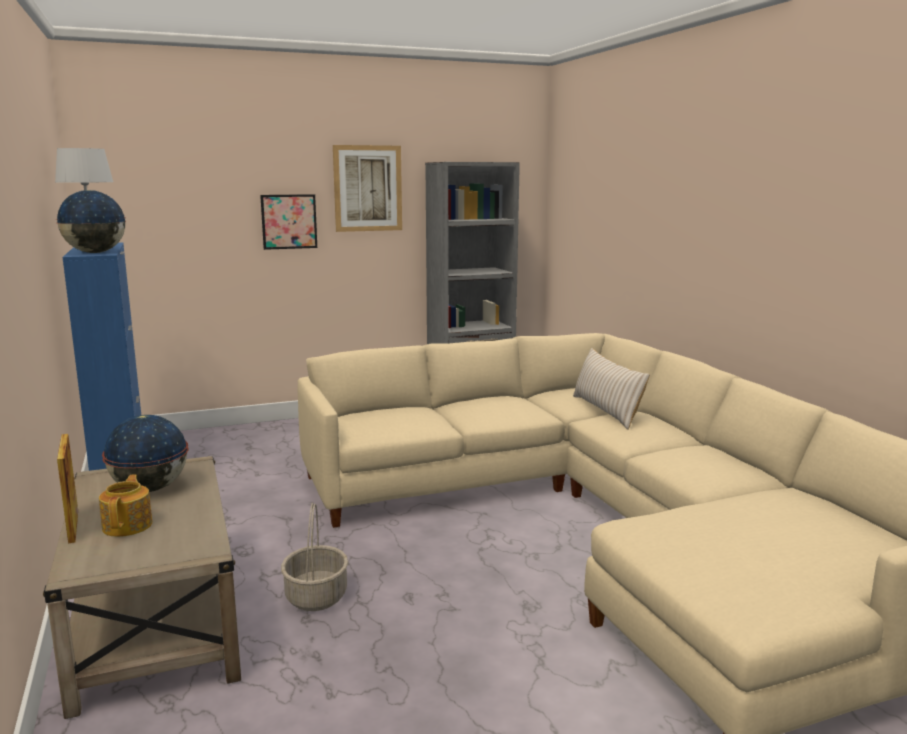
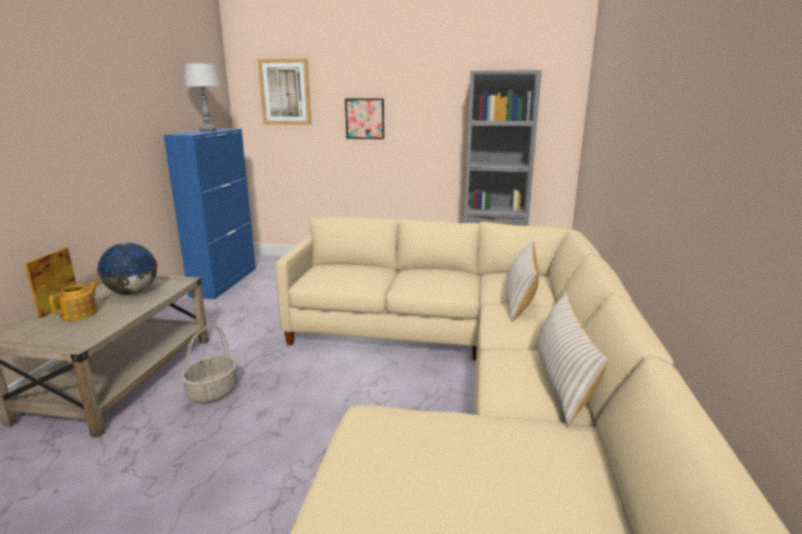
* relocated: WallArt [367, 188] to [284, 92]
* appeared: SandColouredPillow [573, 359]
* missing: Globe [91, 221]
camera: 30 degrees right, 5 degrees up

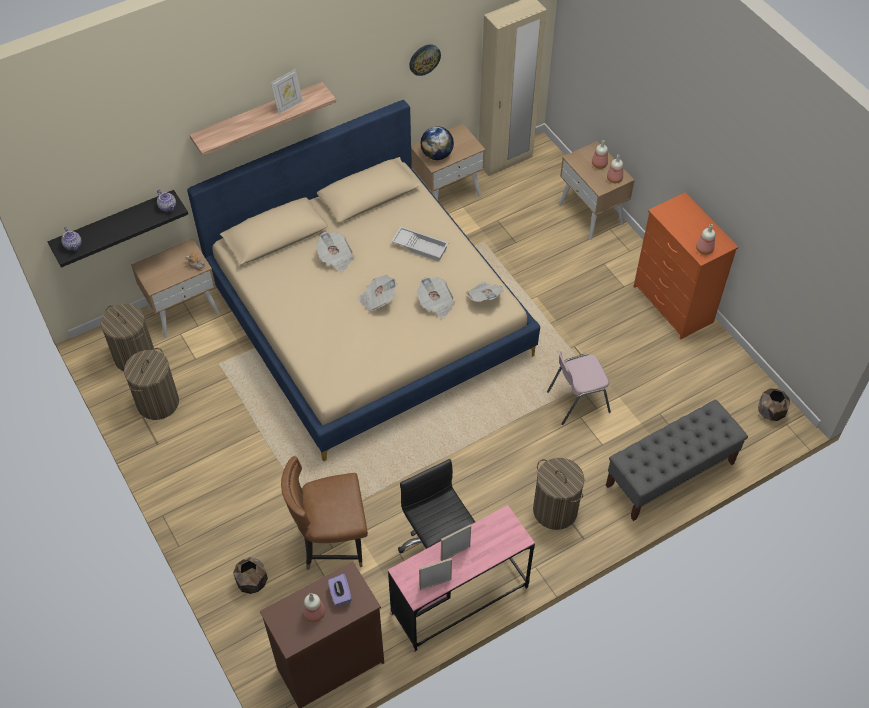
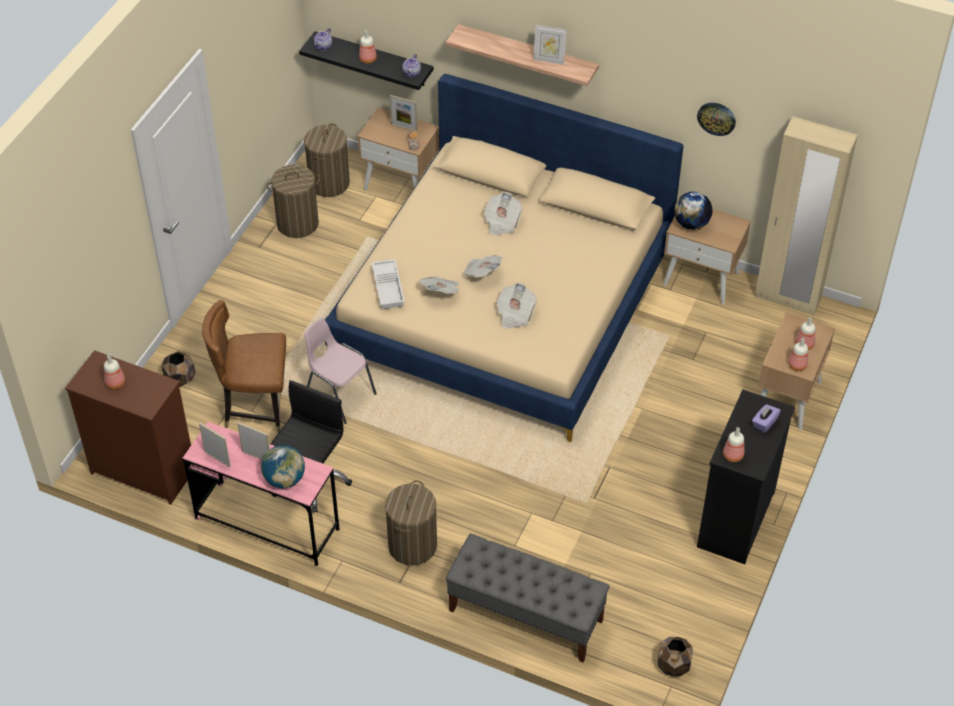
* spun: BrownishUprightChair [324, 513] = [244, 366] 45 degrees counterclockwise
* appeared: Globe [283, 466]
* relocated: PinkColouredUprightChair [579, 388] to [340, 370]
* appeared: BeverageBottle [368, 47]
* relocated: WhitishServingTray [420, 243] to [388, 284]
* appeared: PictureFrame [403, 113]
* relocated: DailyPaper [485, 292] to [440, 285]
* colour: OrangeyDrawerChest [685, 266] to BlackDrawerChest [746, 476]
* relocated: PurplishTissueHolder [340, 590] to [766, 418]
camera: 55 degrees right, 5 degrees down

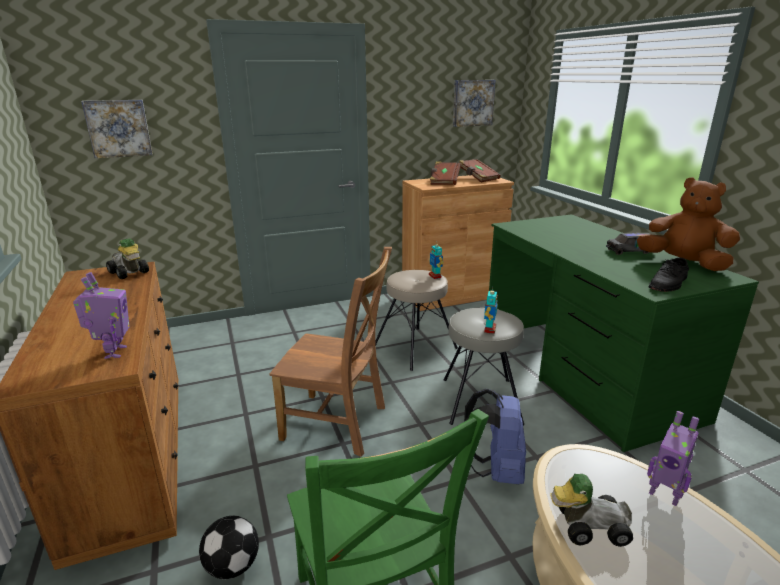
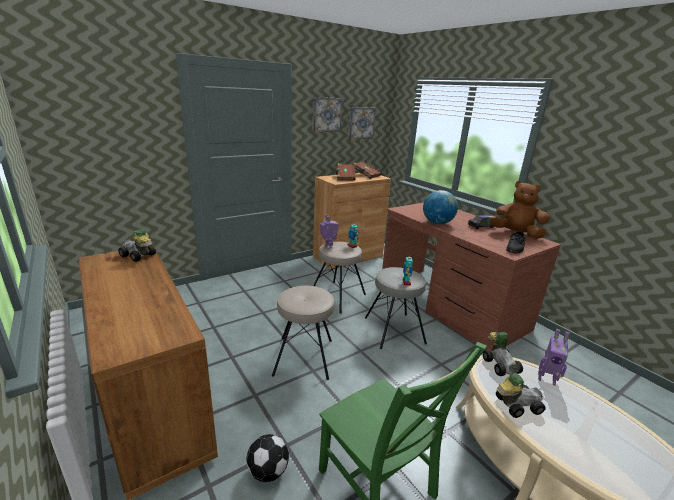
* exchanged: BrownishUprightChair [331, 352] to SandColouredStool [303, 333]
* relocated: WallArt [117, 129] to [327, 114]
* relocated: ModelRobot [101, 315] to [329, 231]
* colour: GreenDeskTable [624, 333] to BrownishDeskTable [471, 277]
* appeared: Globe [440, 207]
* appeared: MiniatureCar [502, 354]
* missing: BluishBackpack [495, 436]
camera: 15 degrees left, 0 degrees up

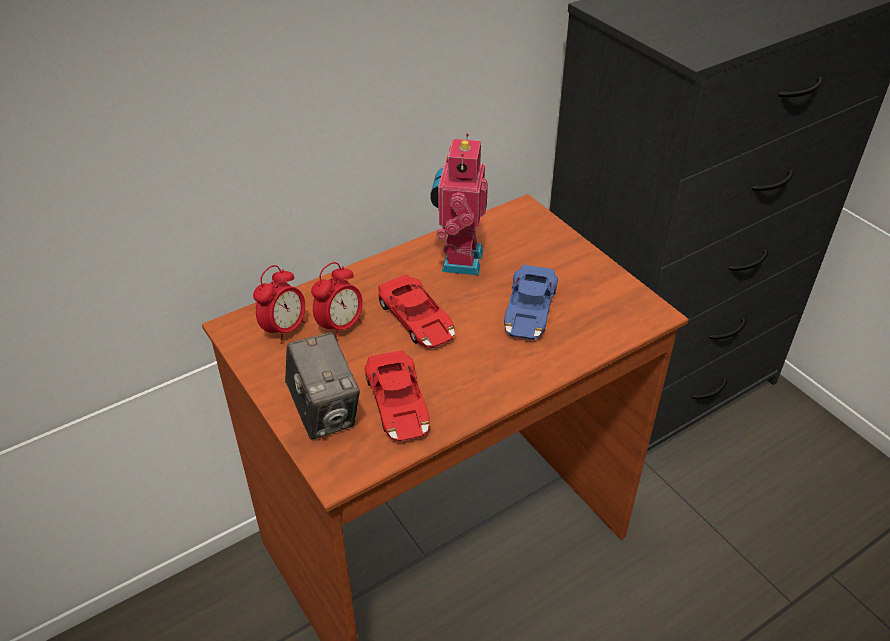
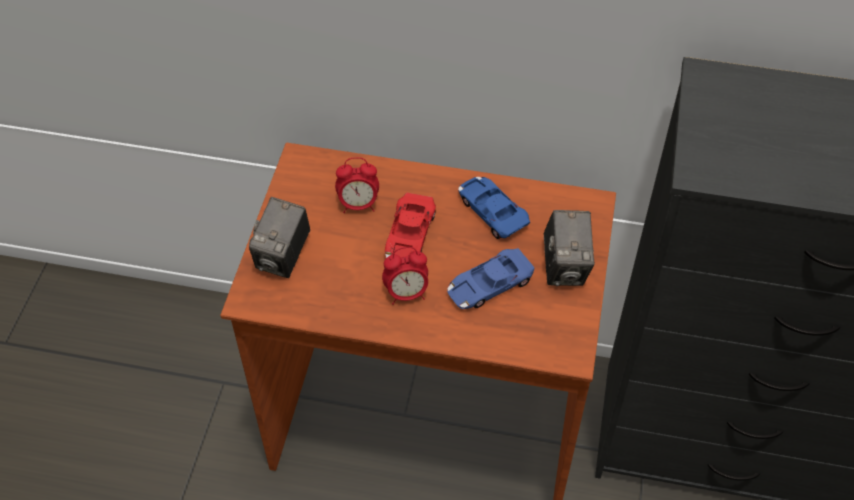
* relocated: TableClock [279, 304] to [405, 276]
* exchanged: ModelRobot [459, 204] to BluishMiniatureCar [494, 208]
* appeared: PhotoCamera [569, 248]
* missing: RedColouredMiniatureCar [397, 396]
camera: 45 degrees right, 10 degrees up

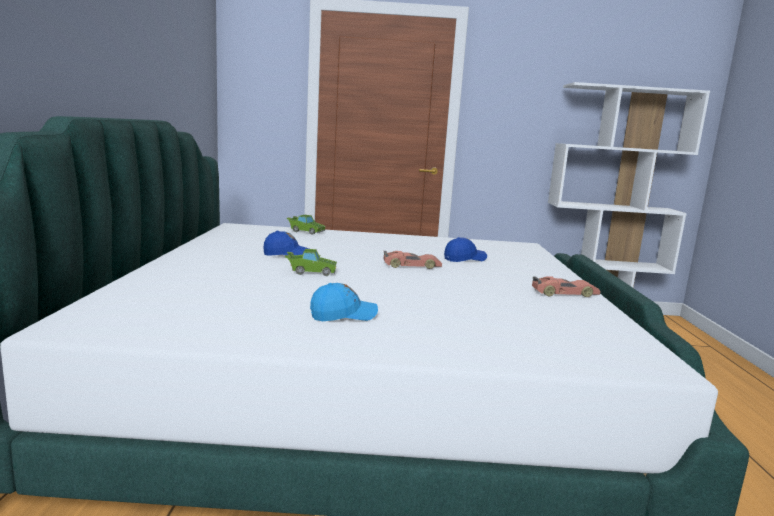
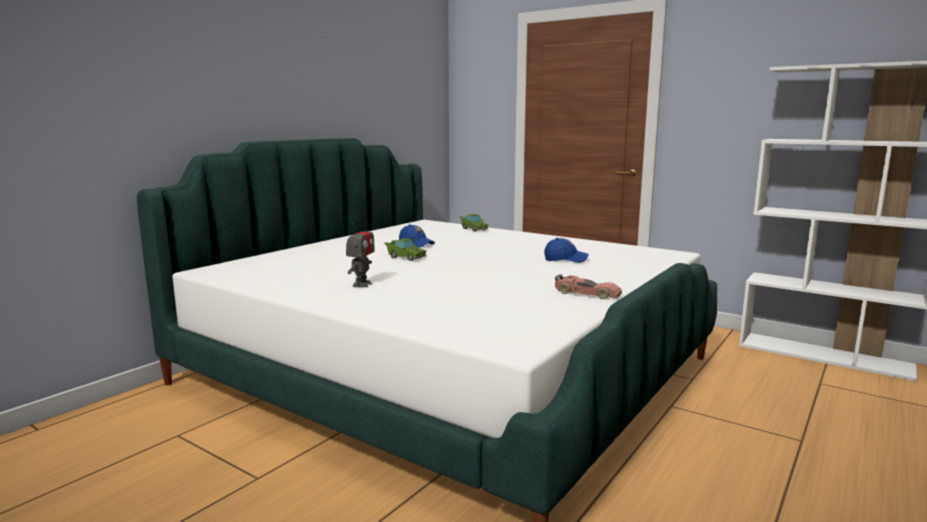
* exchanged: BluishCap [344, 302] to ModelRobot [360, 254]
* missing: MiniatureCar [413, 260]
camera: 35 degrees right, 0 degrees up

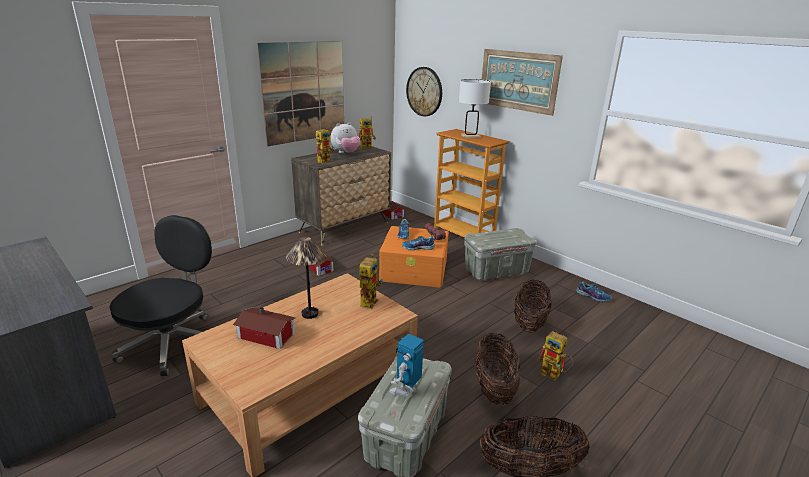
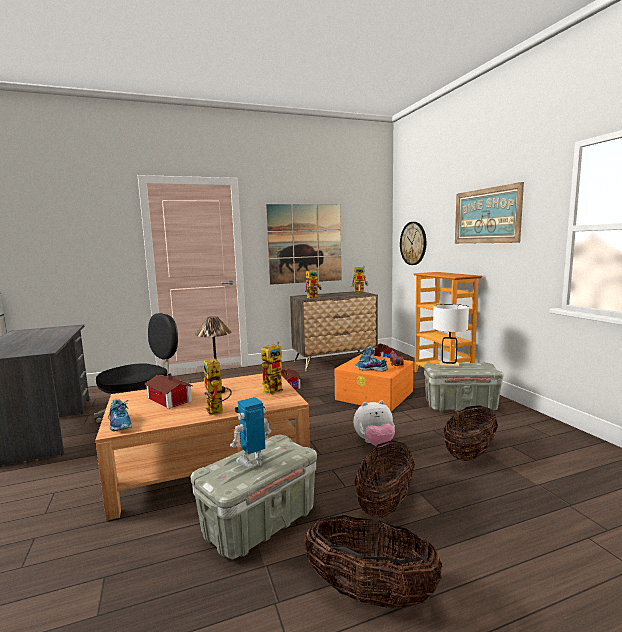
* relocated: LowShoe [594, 292] to [120, 415]
* relocated: ModelRobot [555, 356] to [217, 386]
* relocated: SoftToy [345, 137] to [374, 424]
* relocated: WhitishTabletopLamp [475, 108] to [451, 336]
camera: 25 degrees right, 15 degrees down

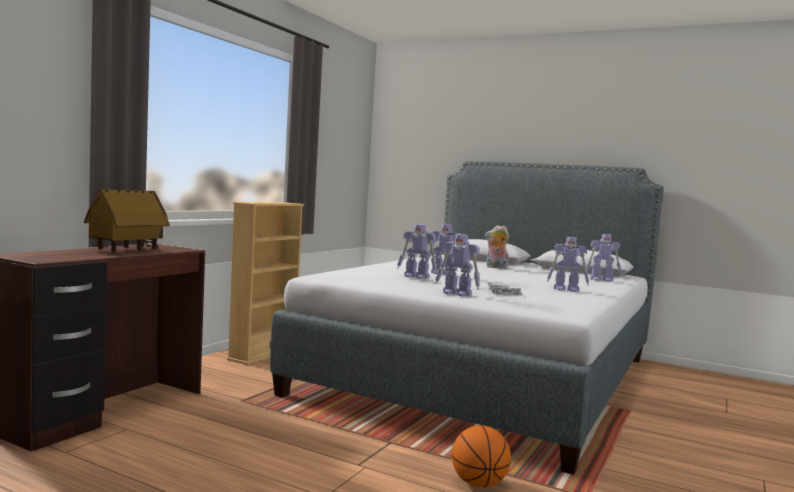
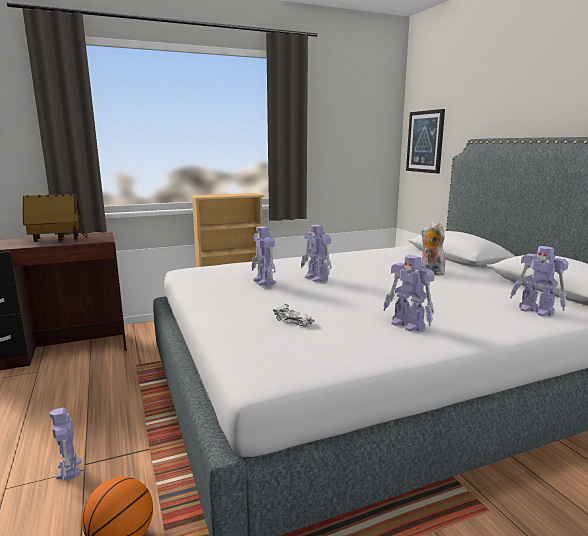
* relocated: ModelRobot [457, 265] to [65, 444]
* appeared: WallArt [425, 141]
camera: 40 degrees right, 10 degrees up

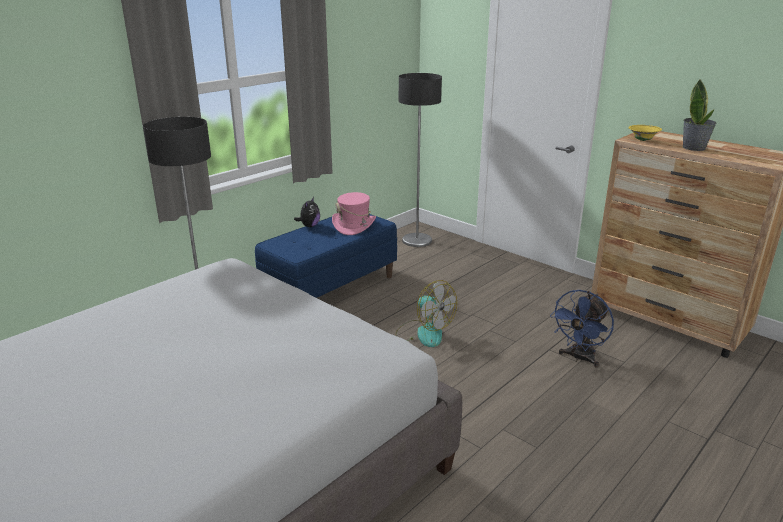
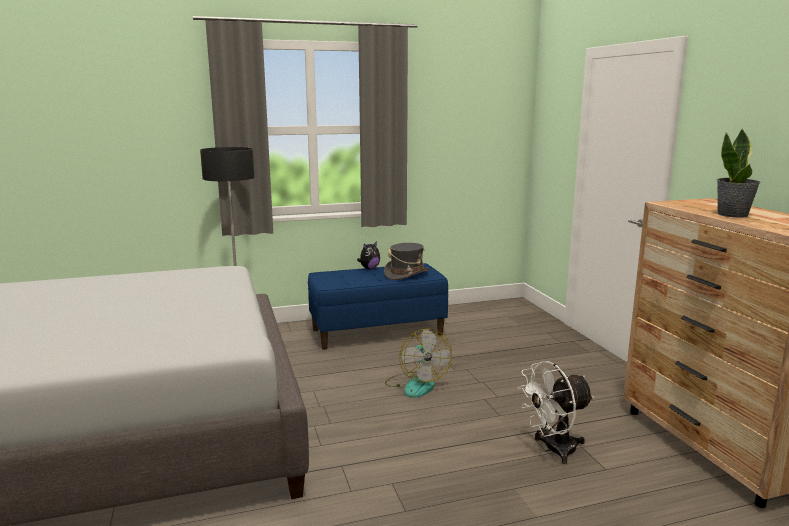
* colour: PinkColouredClothingHat [354, 213] to GreyishClothingHat [406, 261]
* colour: BluishFan [582, 328] to WhitishFan [556, 412]
* missing: FloorLamp [420, 160]
* missing: YellowColouredBowl [645, 133]
camera: 30 degrees right, 10 degrees down

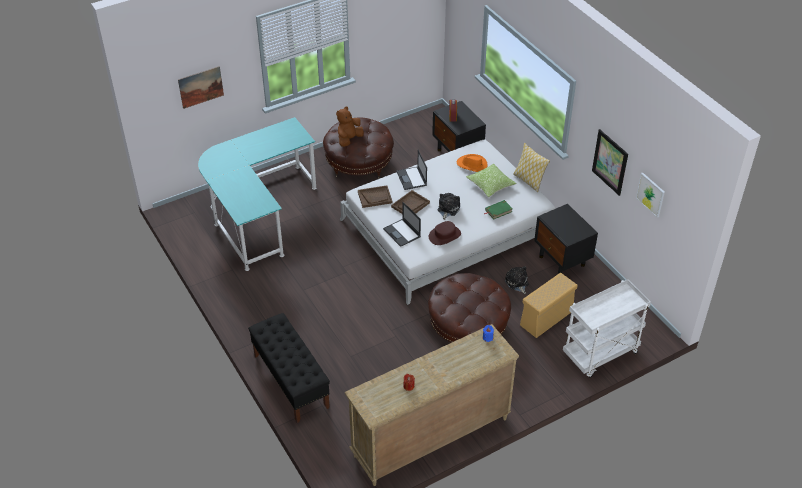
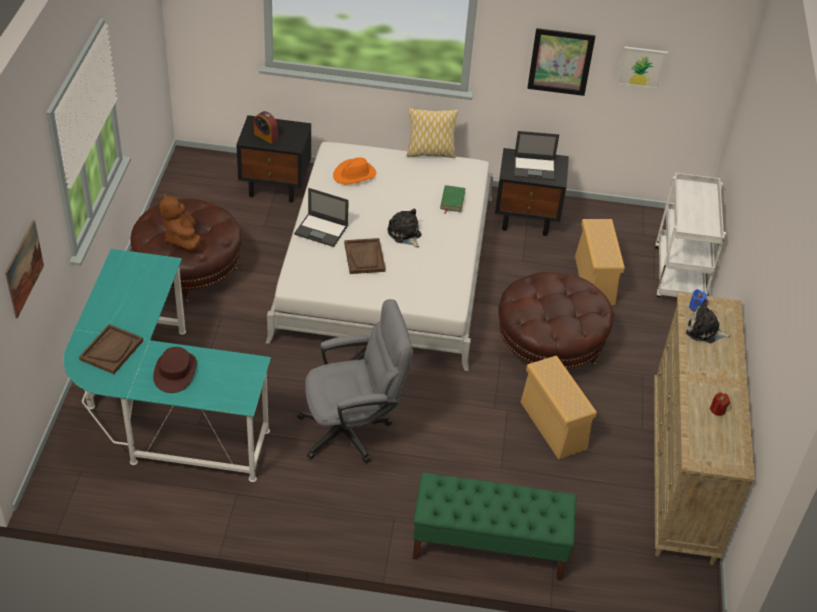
* relocated: BrownishServingTray [375, 196] to [111, 349]
* relocated: BrownishClothingHat [445, 233] to [175, 370]
* appeared: GreyishDeskChair [355, 381]
* colour: BlackLongSeat [289, 368] to GreenLongSeat [494, 527]
* relocated: PortableComputer [402, 224] to [536, 156]
* appeared: SandColouredStorageContainer [559, 407]
* relocated: SoftToy [517, 280] to [708, 321]
* missing: Pillow [491, 180]
camera: 55 degrees left, 0 degrees up

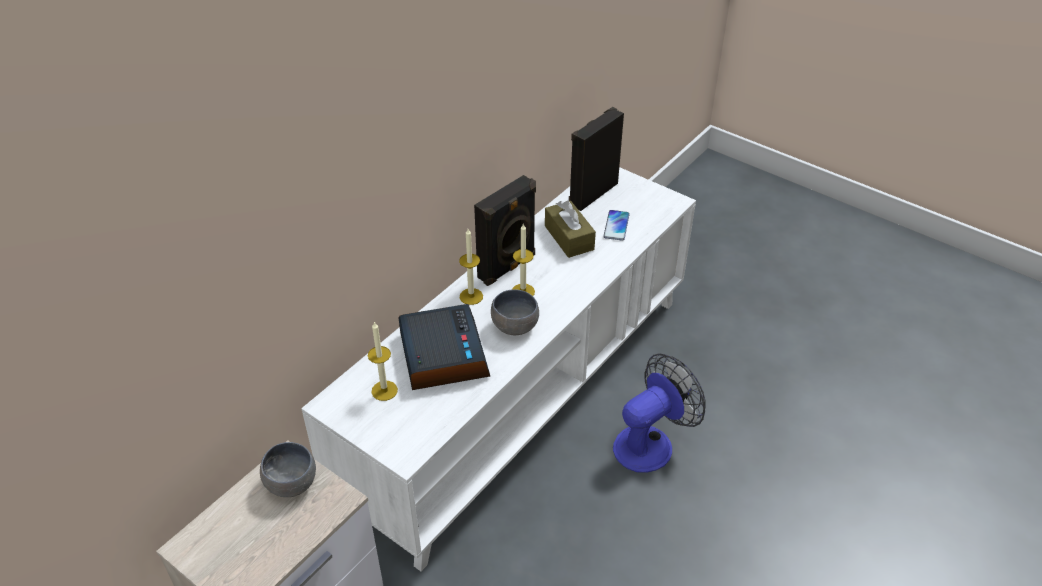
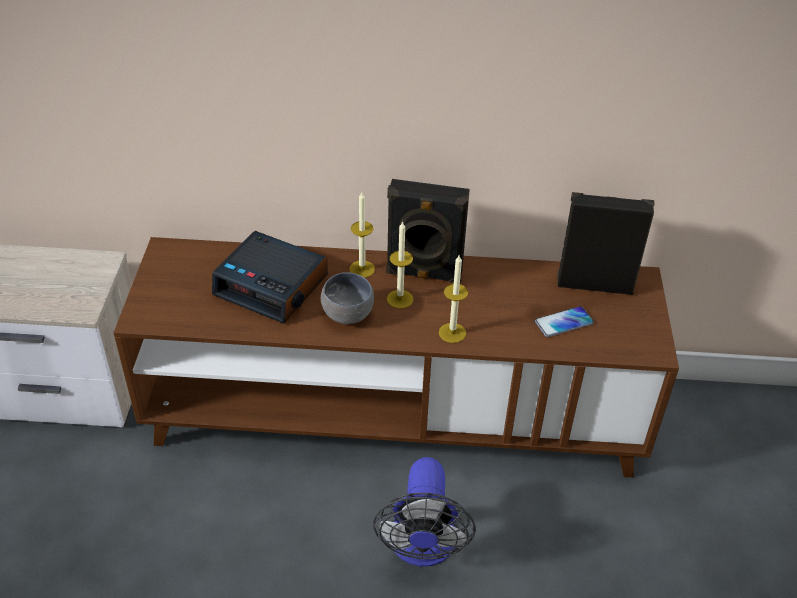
* colour: WhitishTvUnit [498, 369] to BrownishTvUnit [396, 357]
* spun: TableClock [444, 347] = [270, 277] 75 degrees clockwise
* spun: Fan [659, 413] = [424, 512] 75 degrees clockwise
* relocated: WaxLight [383, 361] to [453, 299]
* missing: GreyishBowl [288, 469]
* missing: BrownishTissueHolder [570, 229]
camera: 55 degrees right, 0 degrees up

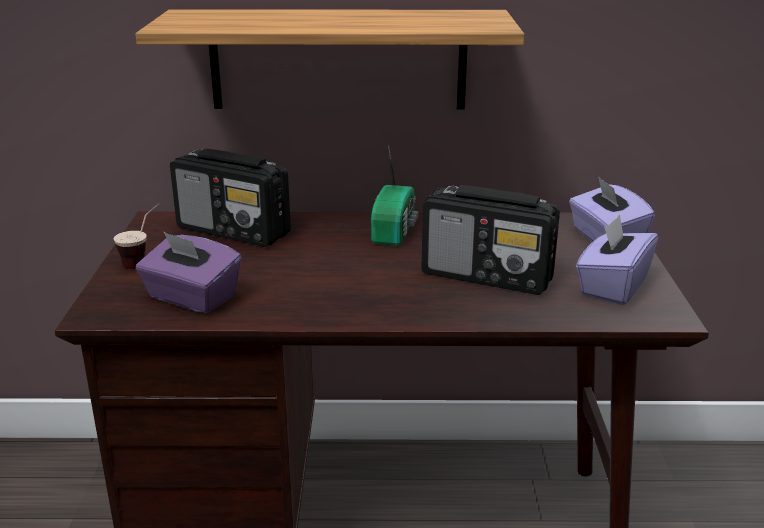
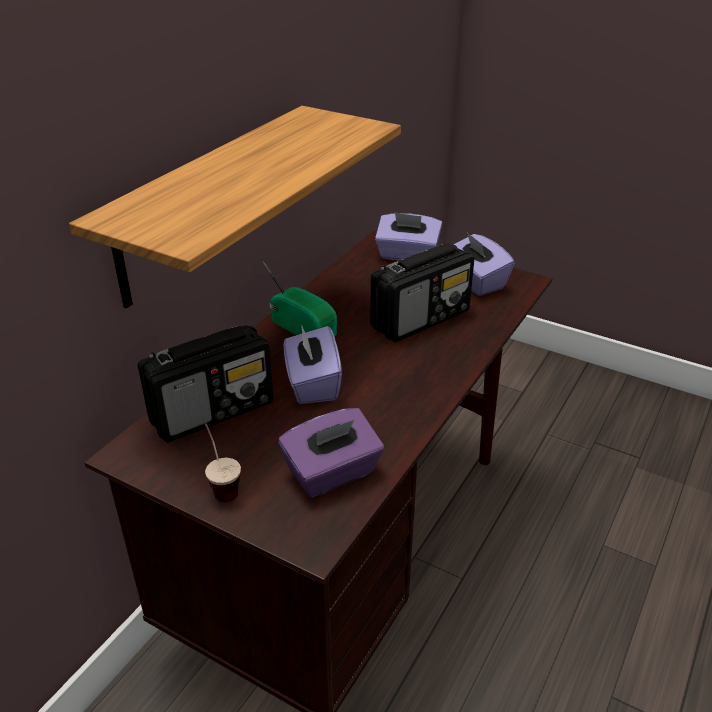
* appeared: PurplishTissueHolder [312, 364]
camera: 60 degrees left, 10 degrees up

